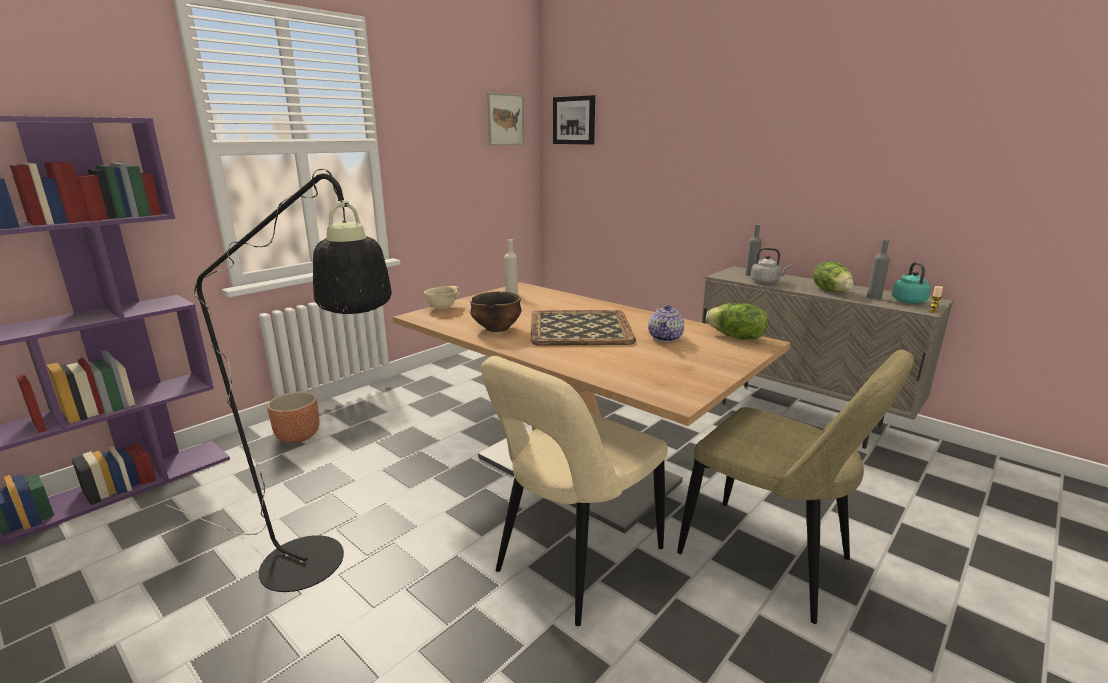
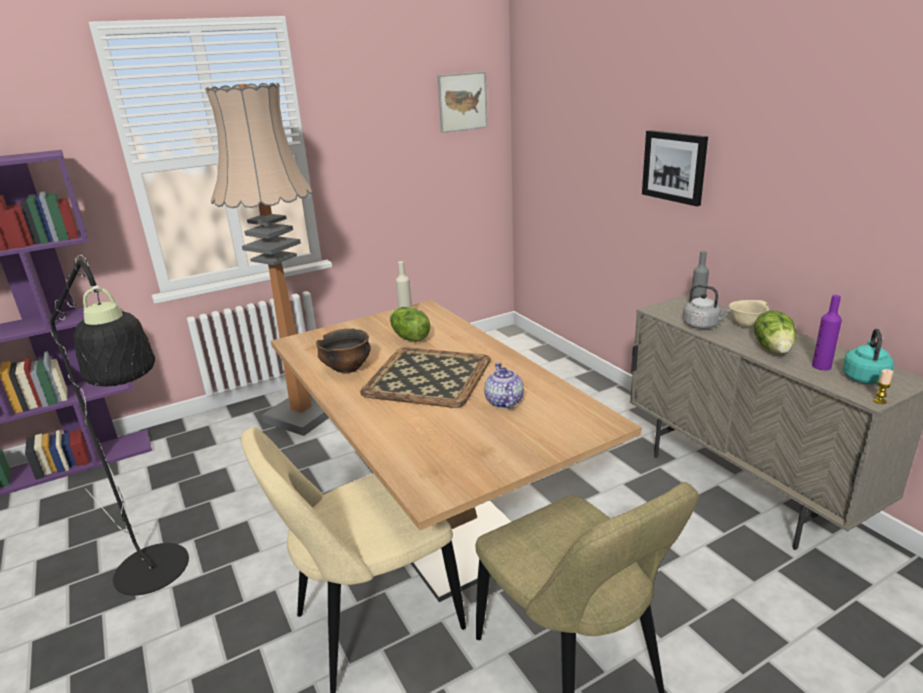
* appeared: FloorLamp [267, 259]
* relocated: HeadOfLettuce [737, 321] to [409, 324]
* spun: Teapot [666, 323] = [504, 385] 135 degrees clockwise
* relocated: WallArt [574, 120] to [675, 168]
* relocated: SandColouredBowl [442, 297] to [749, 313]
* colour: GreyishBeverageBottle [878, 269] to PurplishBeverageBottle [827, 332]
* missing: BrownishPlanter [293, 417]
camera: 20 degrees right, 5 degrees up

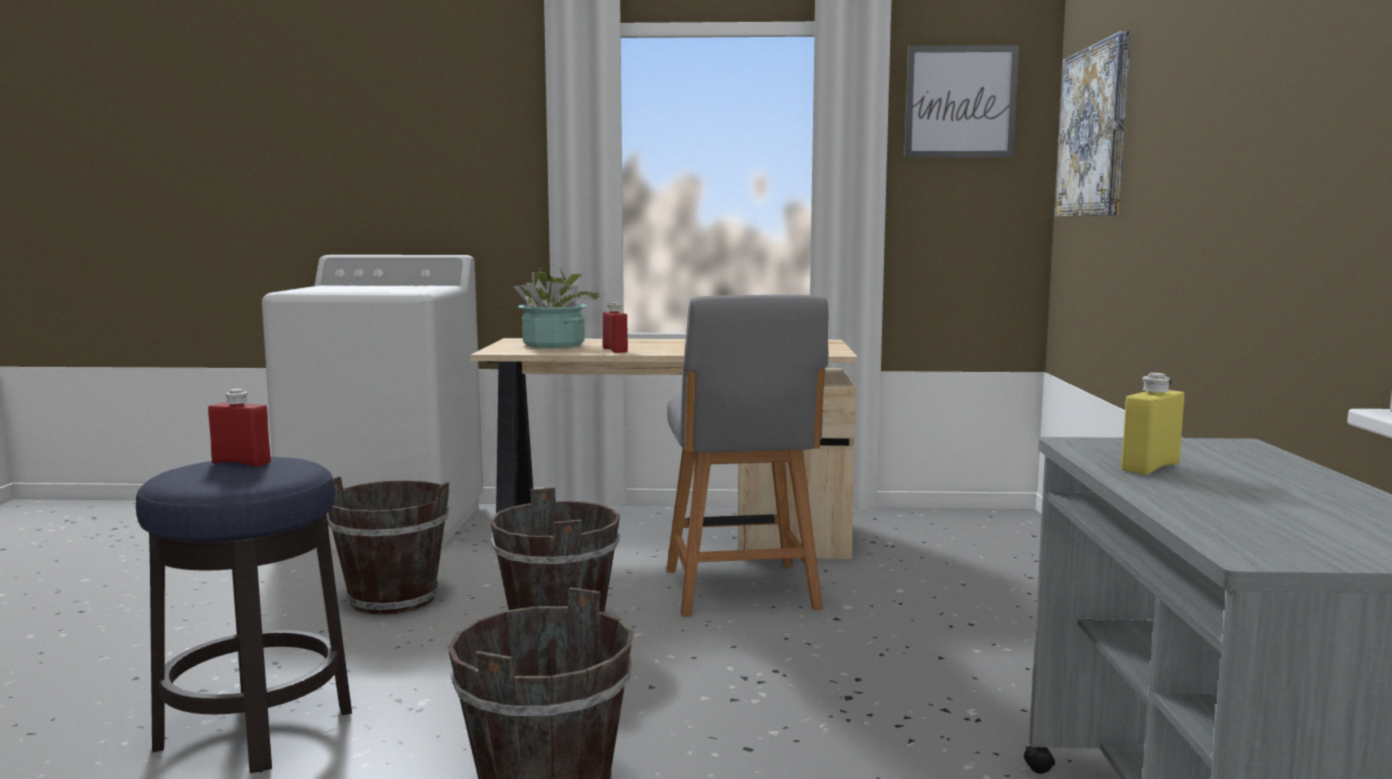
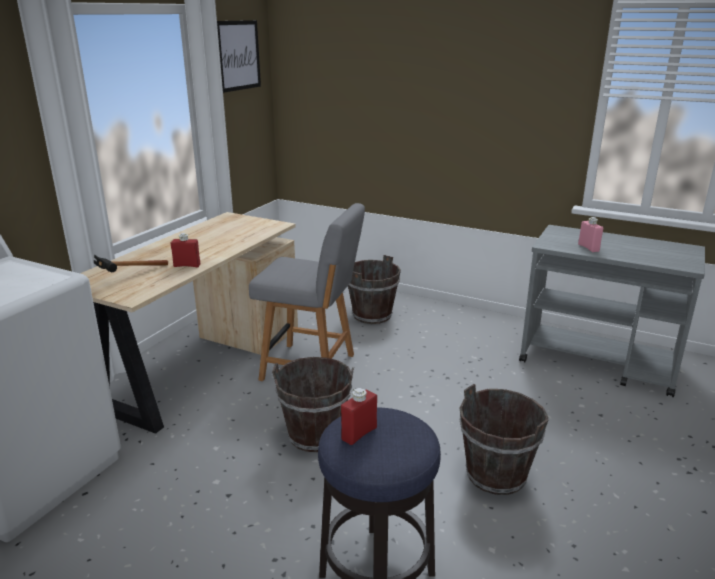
* exchanged: Houseplant [559, 307] to ToolHammer [131, 263]
* relocated: BrownishPail [388, 546] to [374, 289]
* colour: YellowColouredBeverageBottle [1152, 424] to PinkColouredBeverageBottle [590, 234]
* missing: WallArt [1093, 124]
camera: 65 degrees left, 15 degrees up

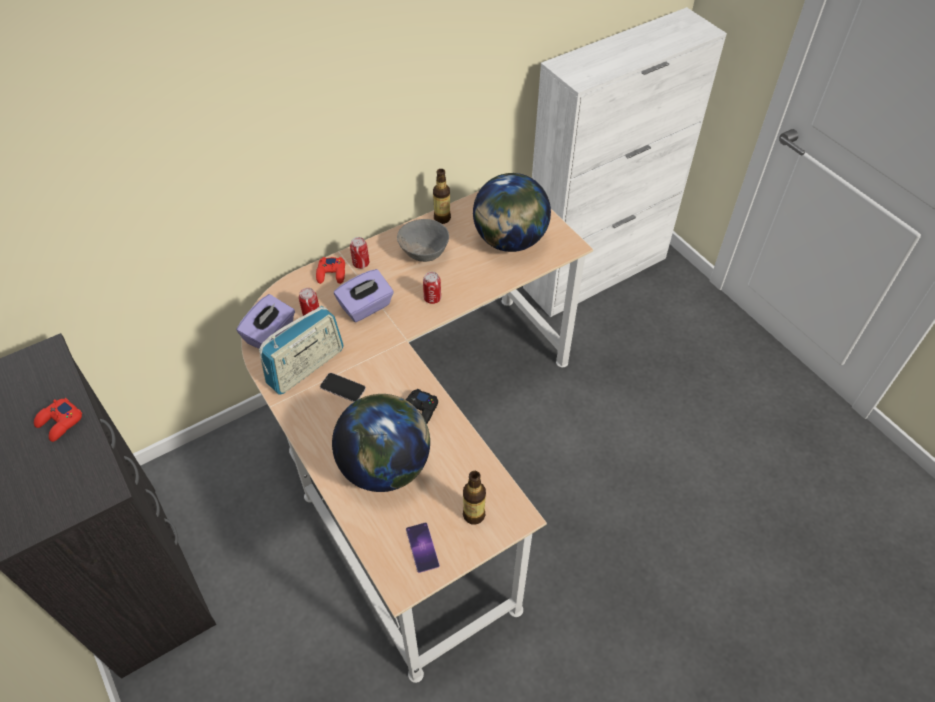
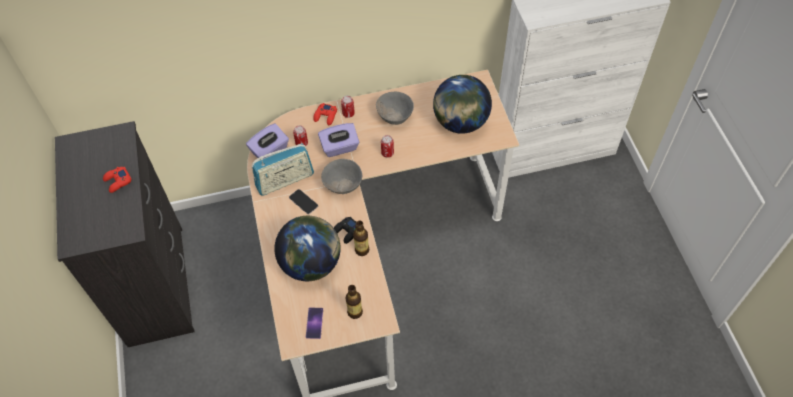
* appeared: GreyishBowl [341, 176]
* relocated: BeverageBottle [442, 196] to [361, 238]
camera: 20 degrees right, 5 degrees up

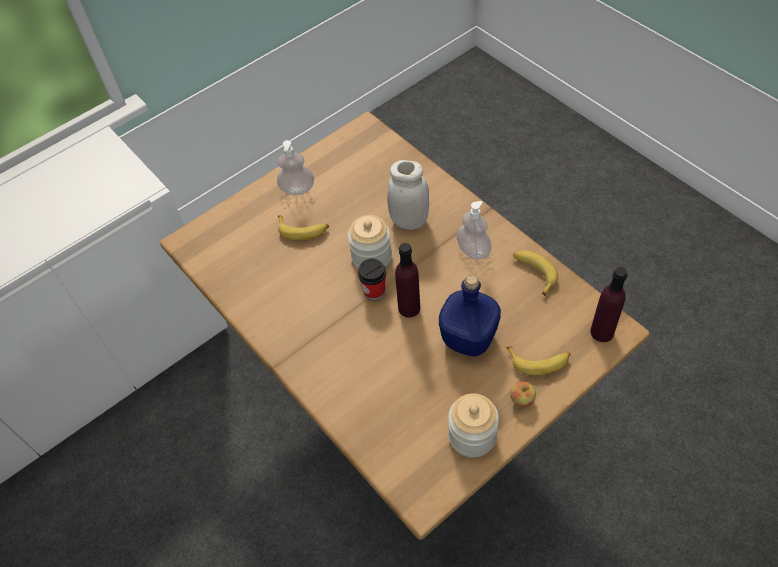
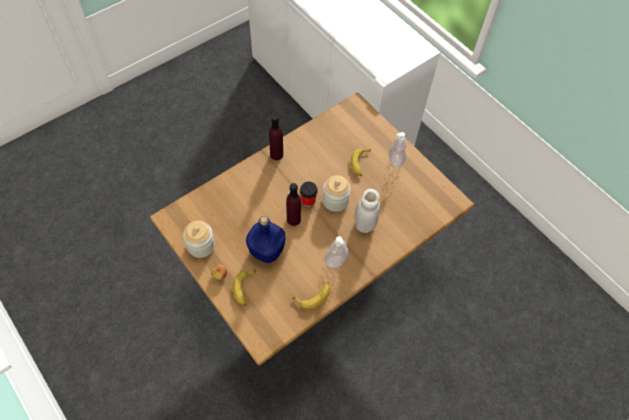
* relocated: PurplishBeverageBottle [609, 304] to [276, 137]
camera: 85 degrees right, 5 degrees up

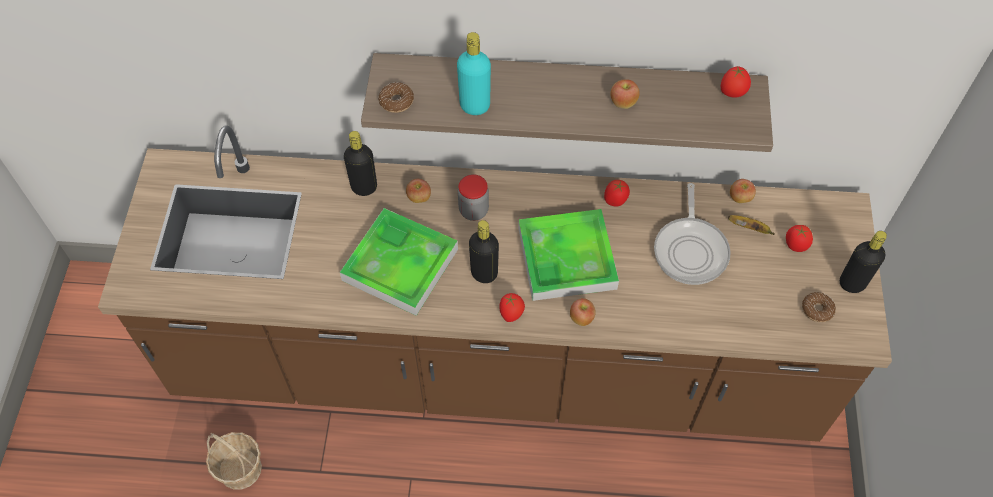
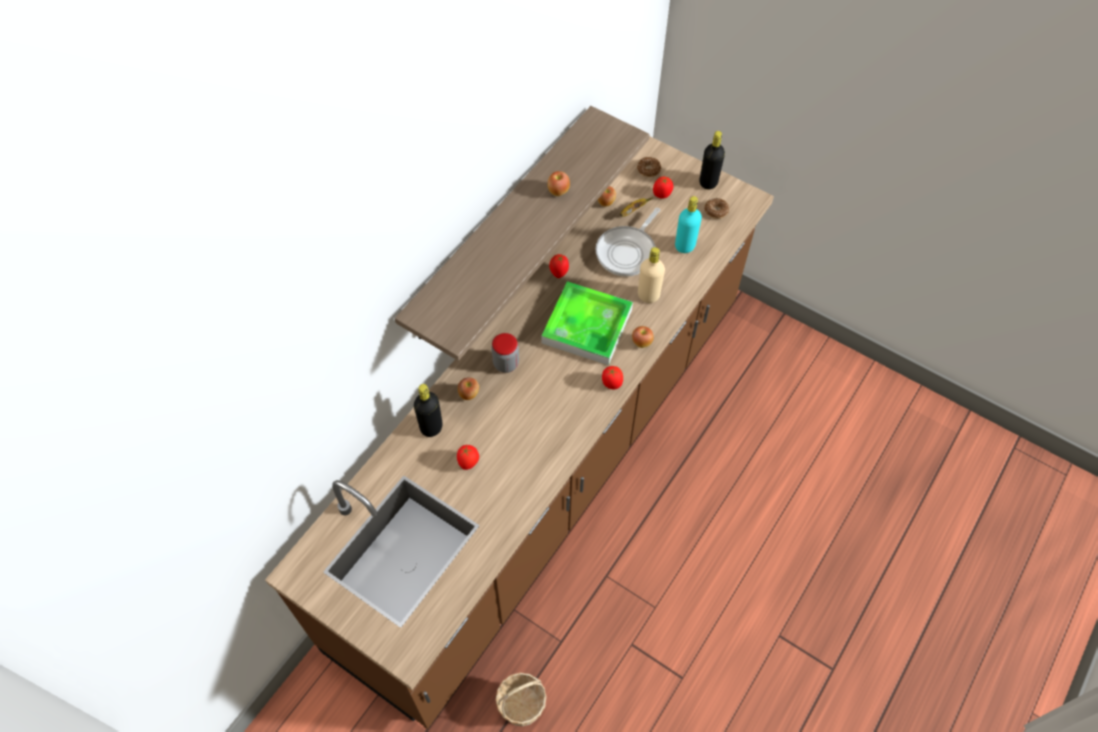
* relocated: Tomato [736, 82] to [468, 457]
* spun: Pan [692, 234] = [628, 242] 90 degrees clockwise
* relocated: RingDoughnut [396, 97] to [649, 167]
* appeared: SandColouredBeverageBottle [651, 275]
* relocated: TurquoiseColouredBeverageBottle [474, 73] to [688, 224]
* missing: ServingTray [399, 262]
* missing: BlackBeverageBottle [484, 251]
camera: 60 degrees left, 0 degrees up

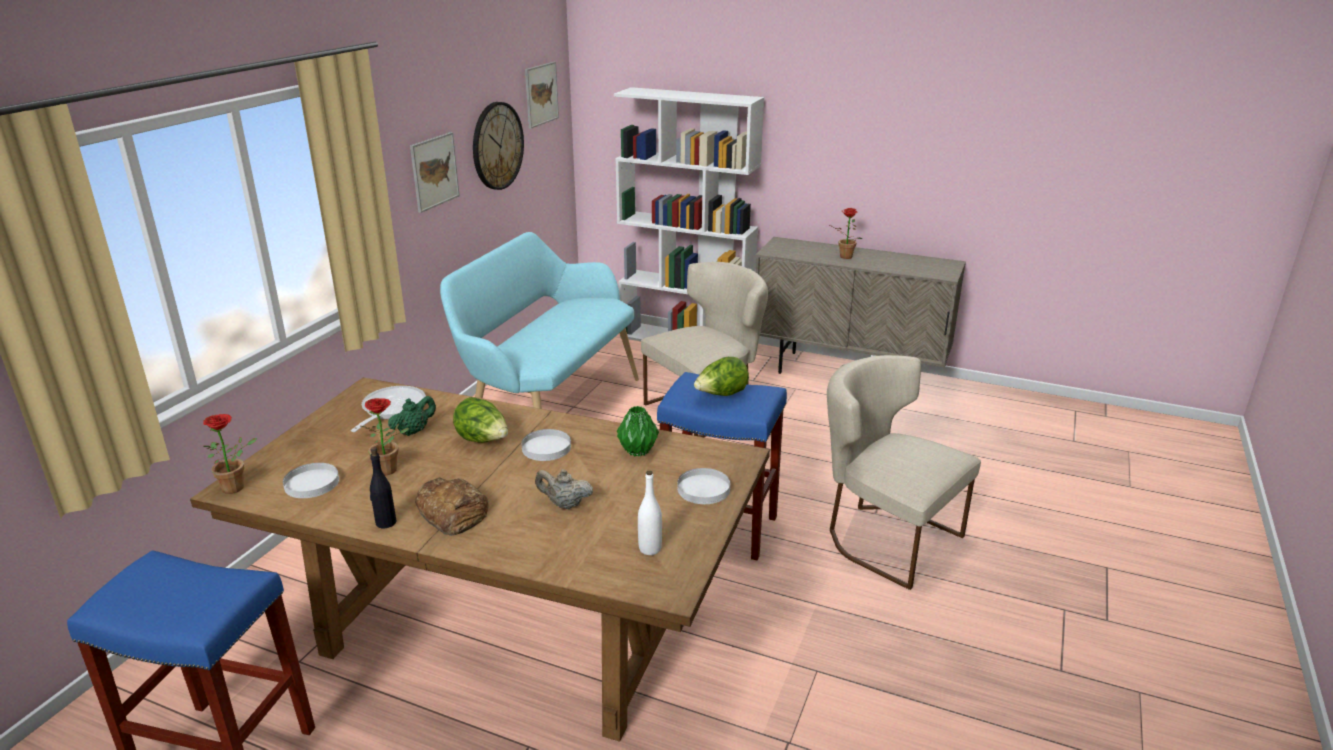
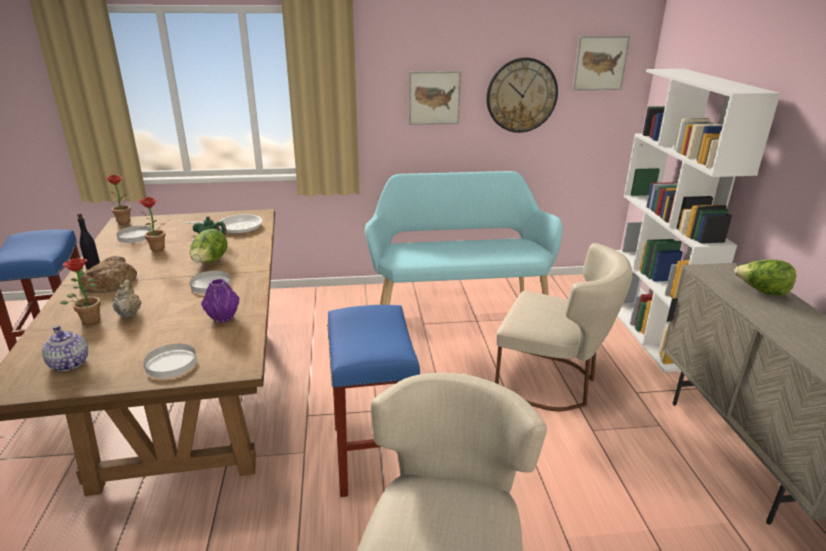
* exchanged: WhitishBeverageBottle [650, 513] to Teapot [65, 348]
* relocated: Houseplant [846, 233] to [80, 291]
* colour: GreenFlowerVase [638, 431] to PurplishFlowerVase [220, 301]
* relocated: HeadOfLettuce [721, 376] to [765, 278]
camera: 60 degrees right, 0 degrees up

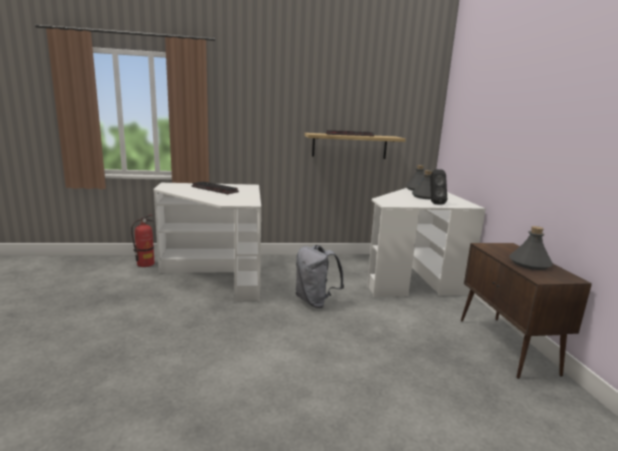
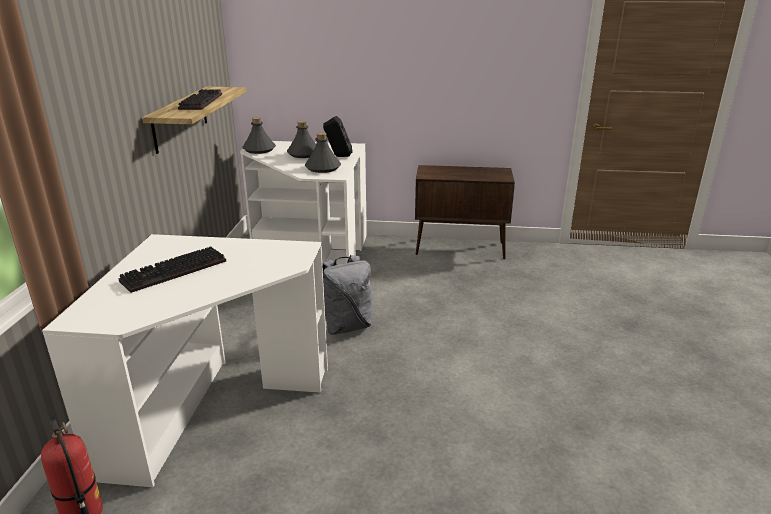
* relocated: GreyishBeverageBottle [531, 248] to [323, 152]
camera: 75 degrees left, 10 degrees up

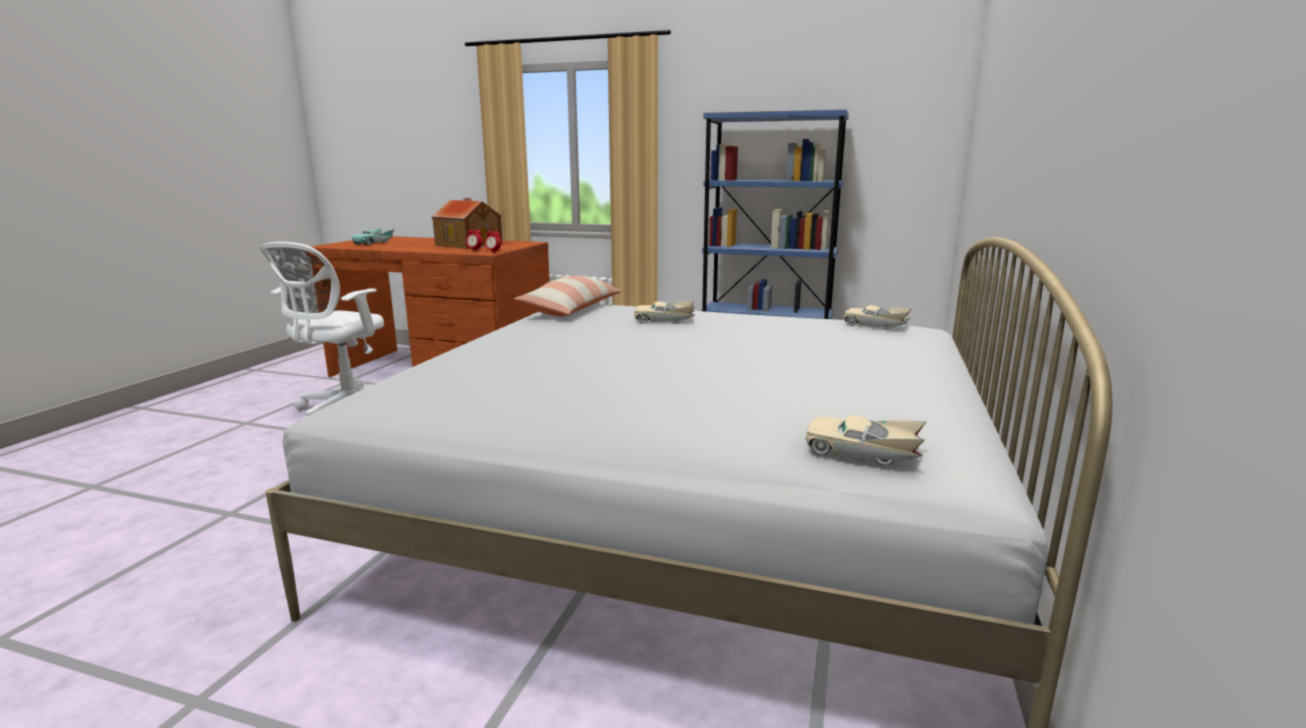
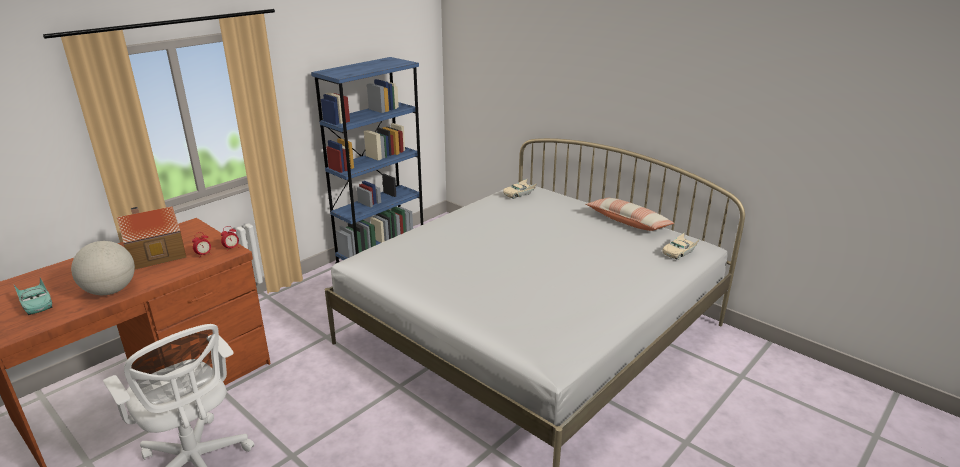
* appeared: Globe [103, 268]
* relocated: Pillow [568, 296] to [630, 214]
* missing: SandColouredMiniatureCar [664, 312]
camera: 65 degrees left, 10 degrees up

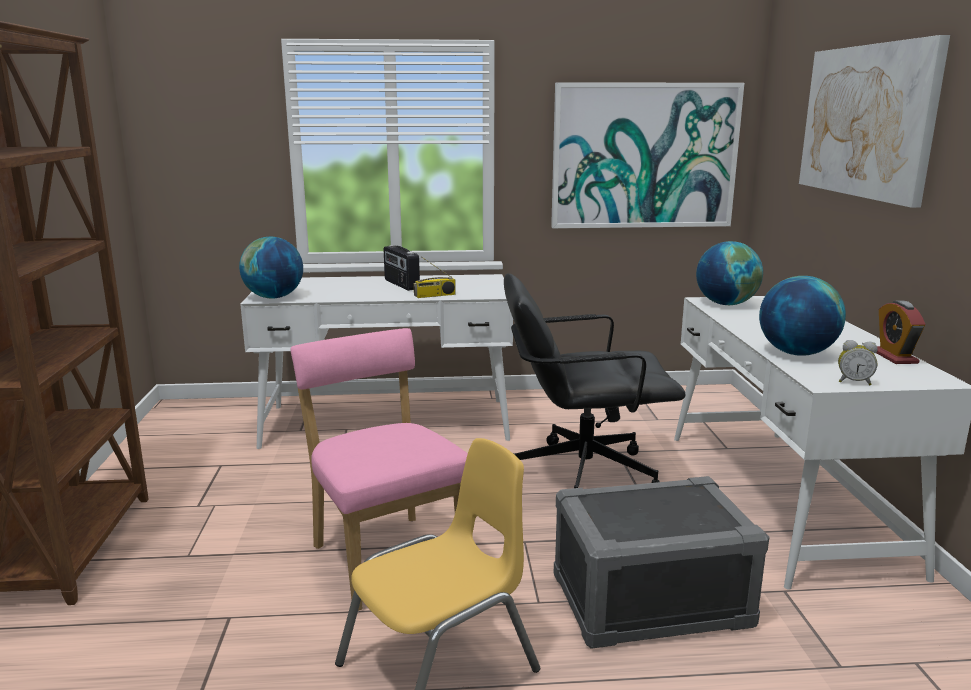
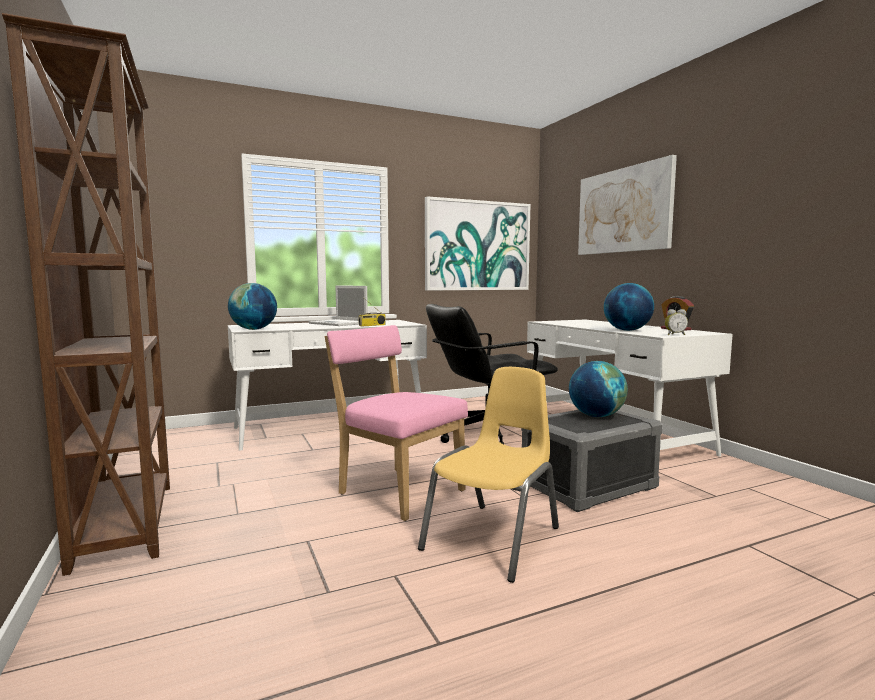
* exchanged: Radio [402, 268] to PortableComputer [338, 306]
* relocated: Globe [729, 273] to [598, 389]
camera: 20 degrees left, 10 degrees down

